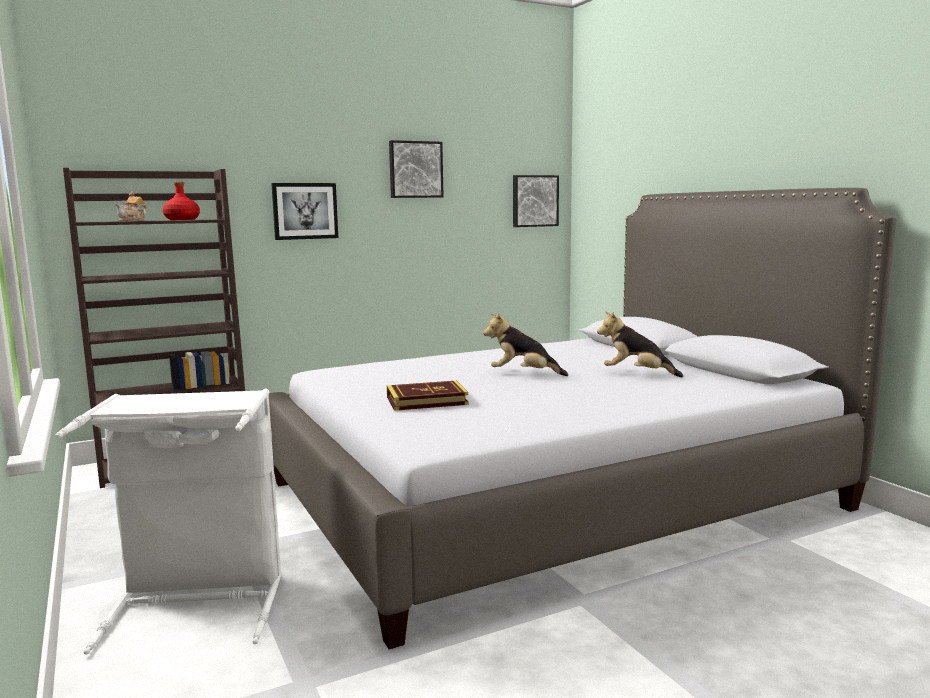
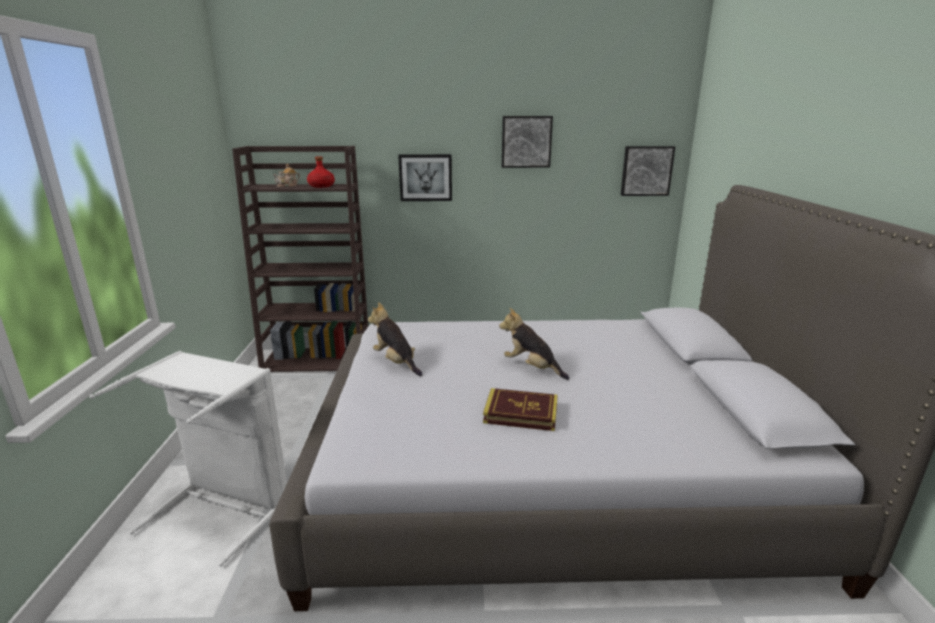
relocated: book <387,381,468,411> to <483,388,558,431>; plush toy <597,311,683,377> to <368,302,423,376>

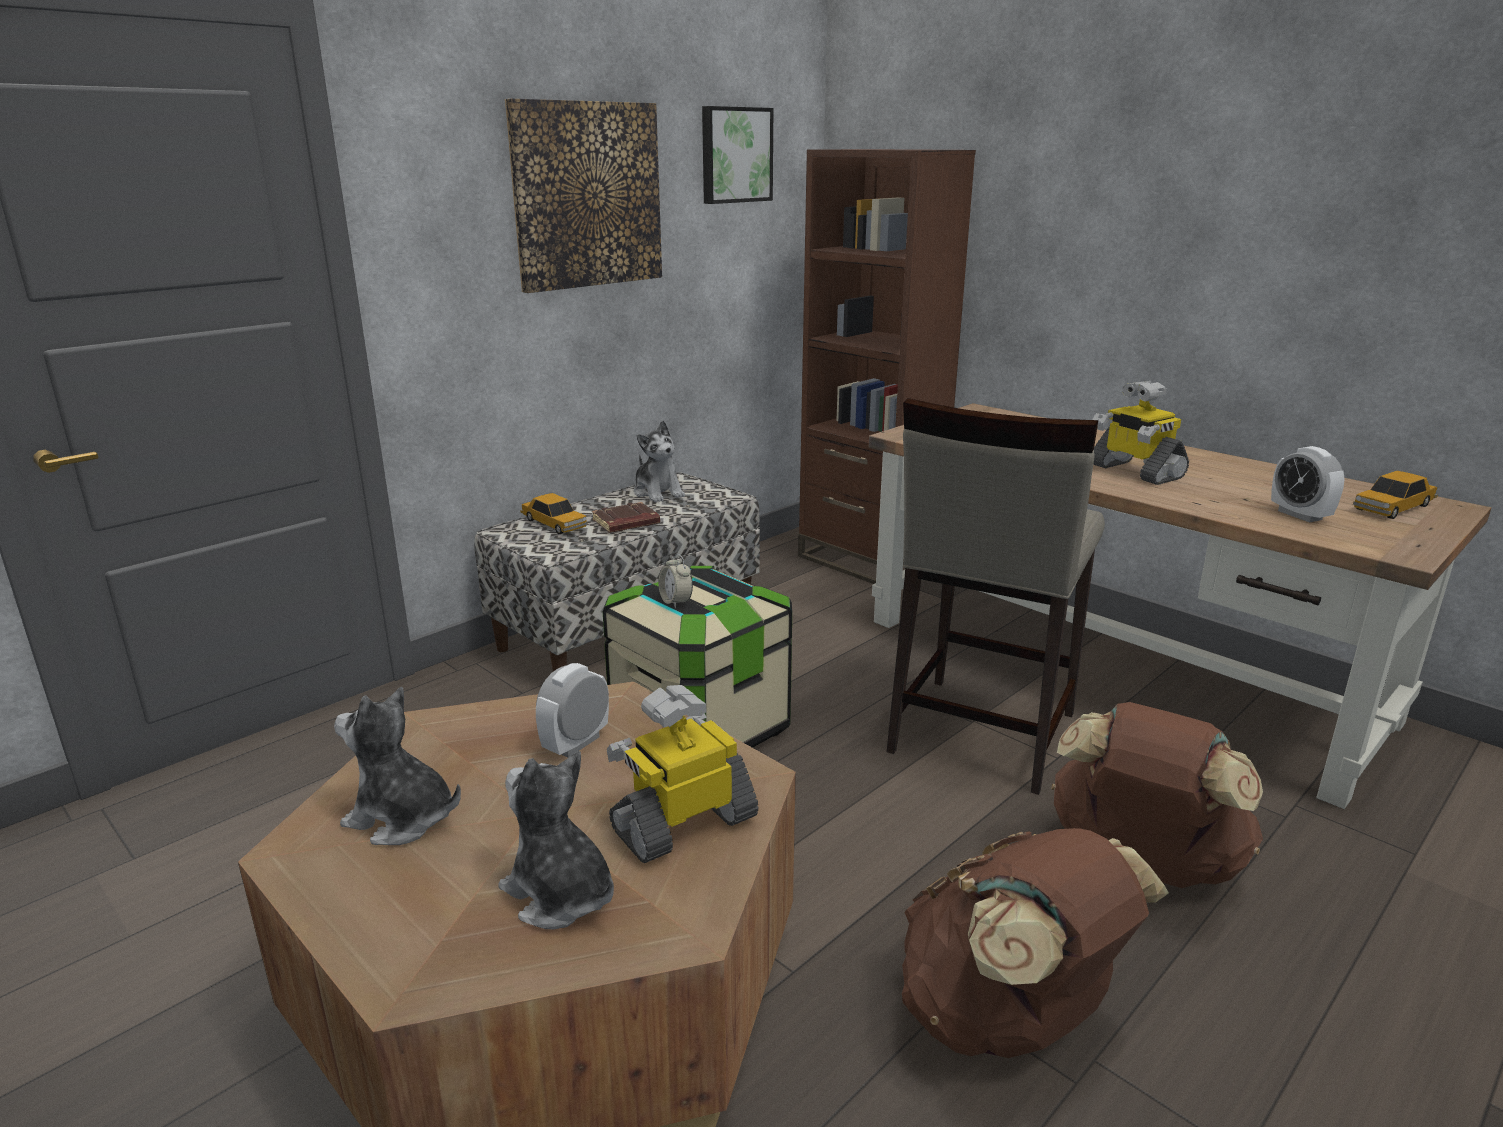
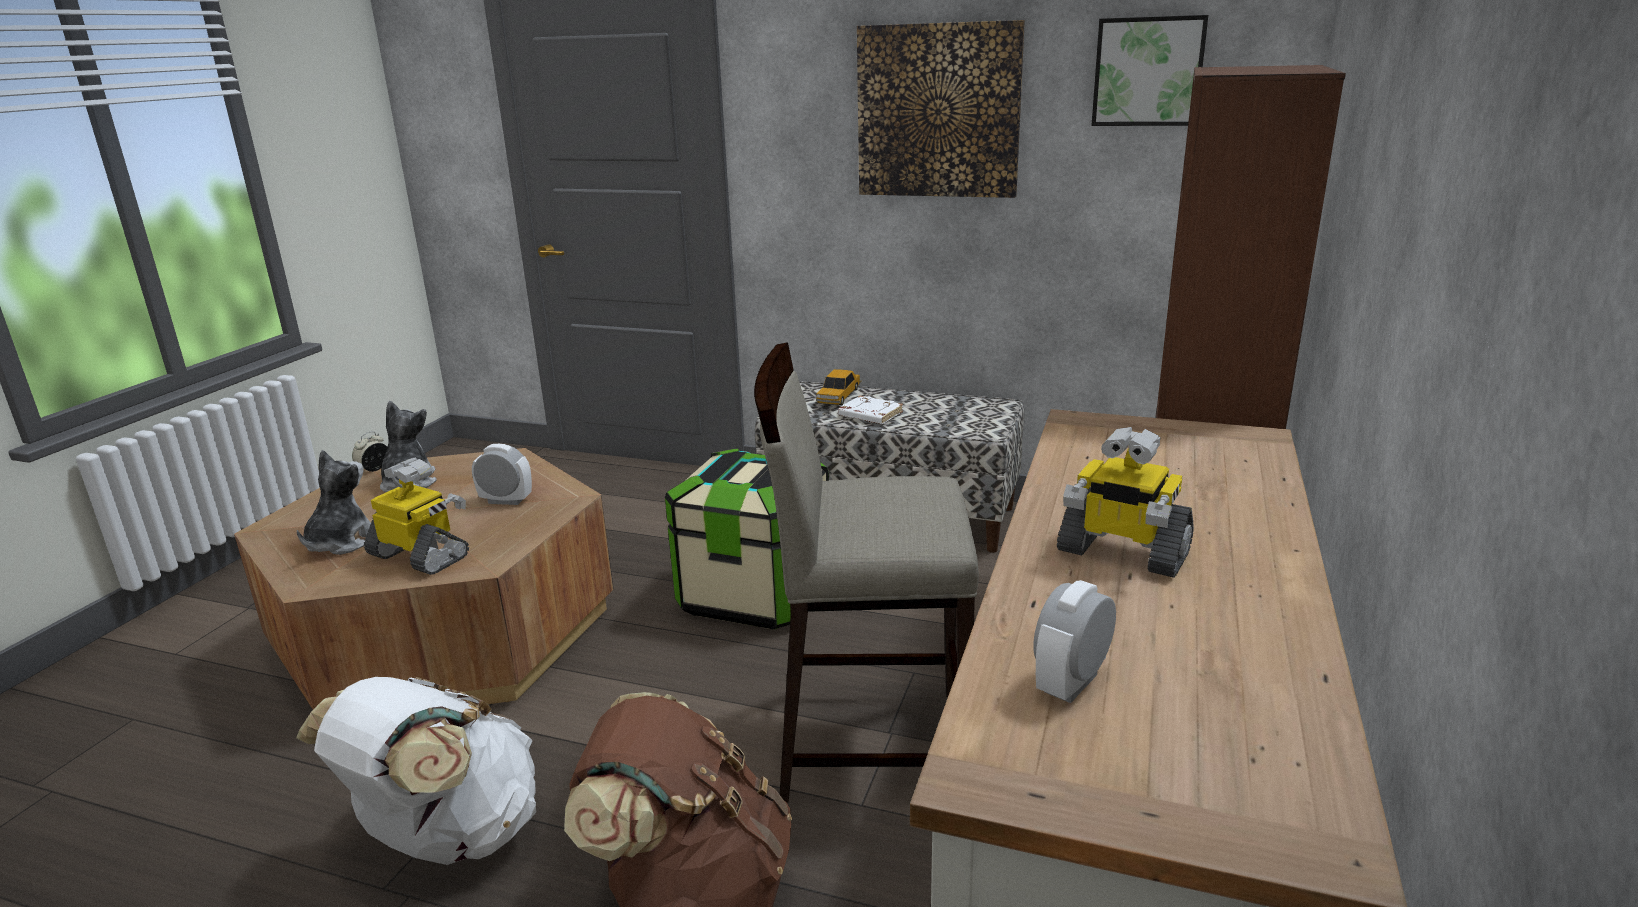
missing: plush toy <634,421,685,502>; toy car <1353,471,1438,519>
relocated: alarm clock <658,554,693,608> to <352,431,387,472>
colour: brown book <592,502,660,533> to white book <838,396,903,424>; brown backpack <902,828,1169,1058> to white backpack <296,677,536,865>
spun: toy robot <1092,381,1189,485> = <1057,427,1194,578> 90 degrees counterclockwise

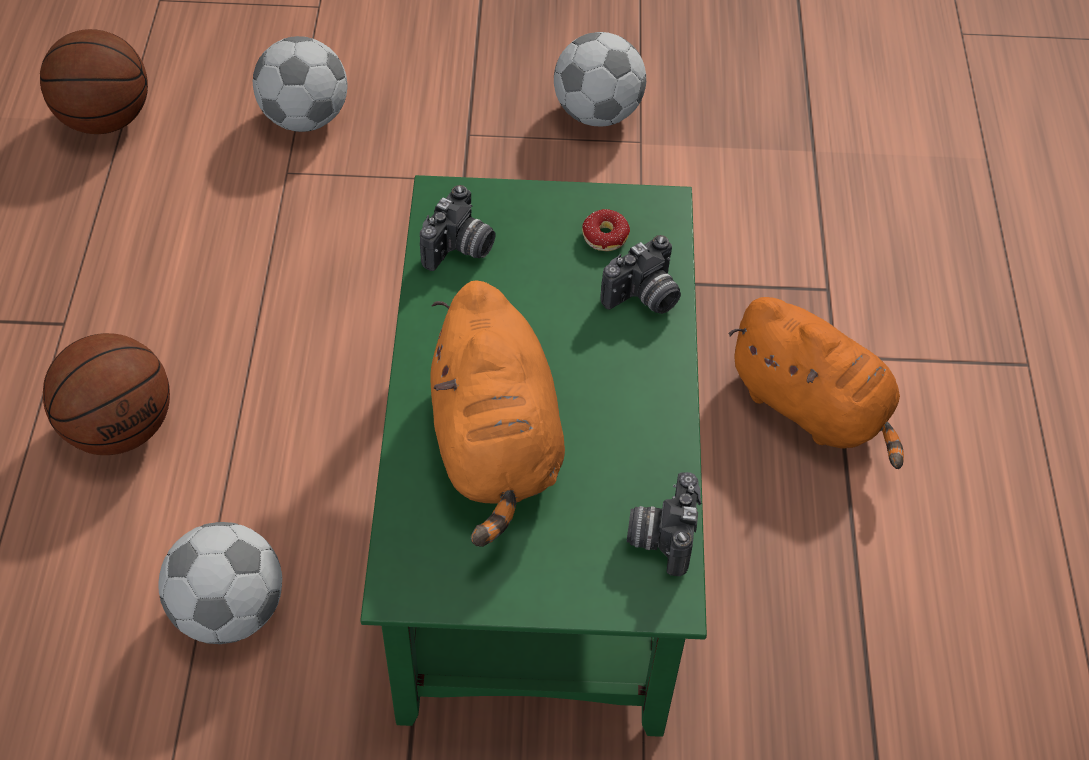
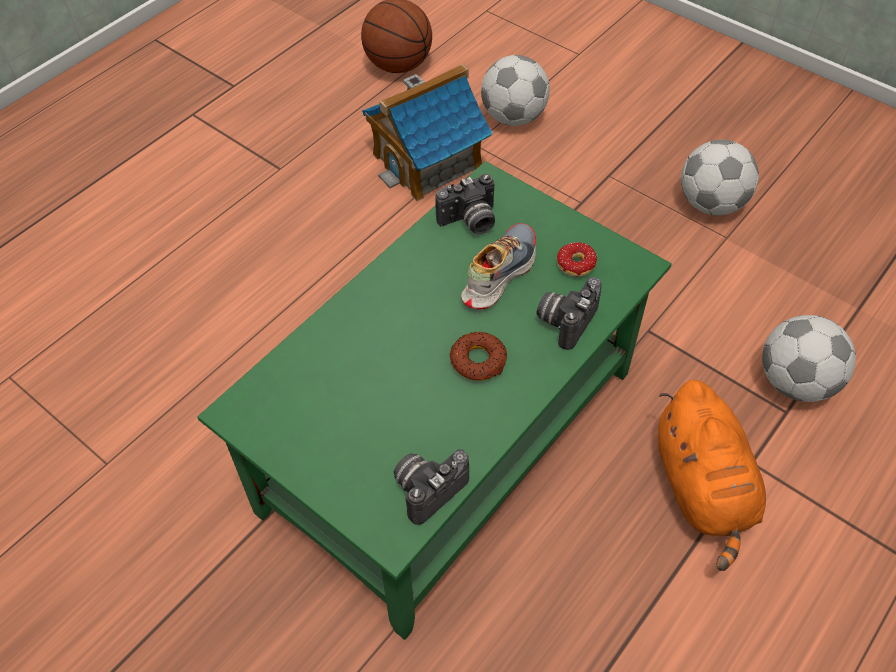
missing: basketball <43,333,170,455>; orange plush toy <430,281,565,547>
appeared: toy house <362,64,493,201>; donut <450,332,507,381>; shoe <461,223,536,310>
relocated: football <158,522,282,644> to <762,315,856,402>
spun: photo camera <600,235,681,314> = <536,277,602,350> 120 degrees clockwise

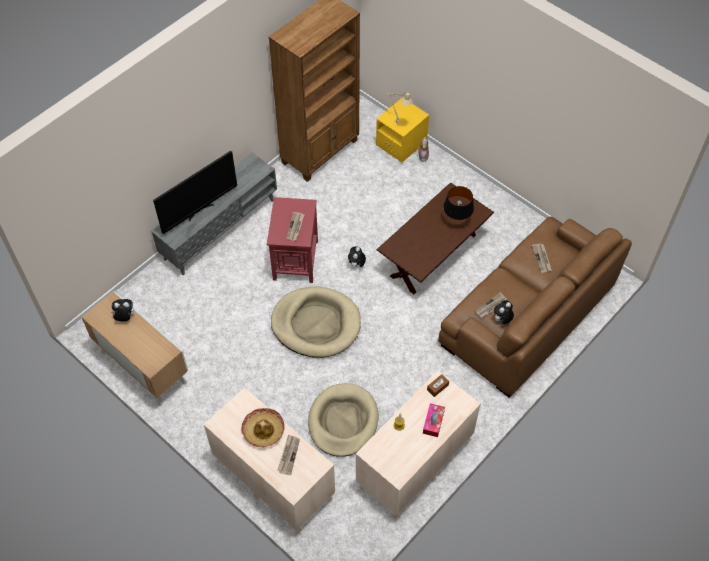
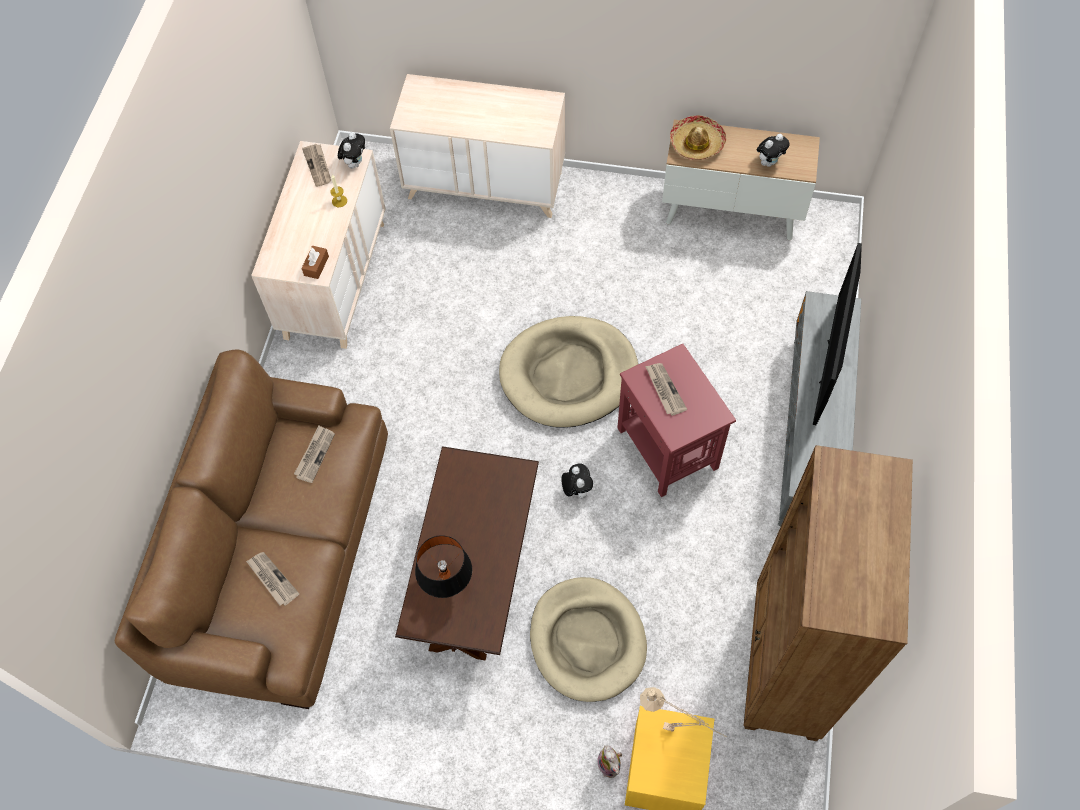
missing: tissue box <423,403,445,437>
relocated: hat <241,408,285,447> to <670,115,726,160>; newspaper <277,435,300,475> to <302,144,331,187>; beige dog bed <308,383,378,457> to <530,577,647,702>; plush toy <494,300,514,324> to <338,132,365,169>

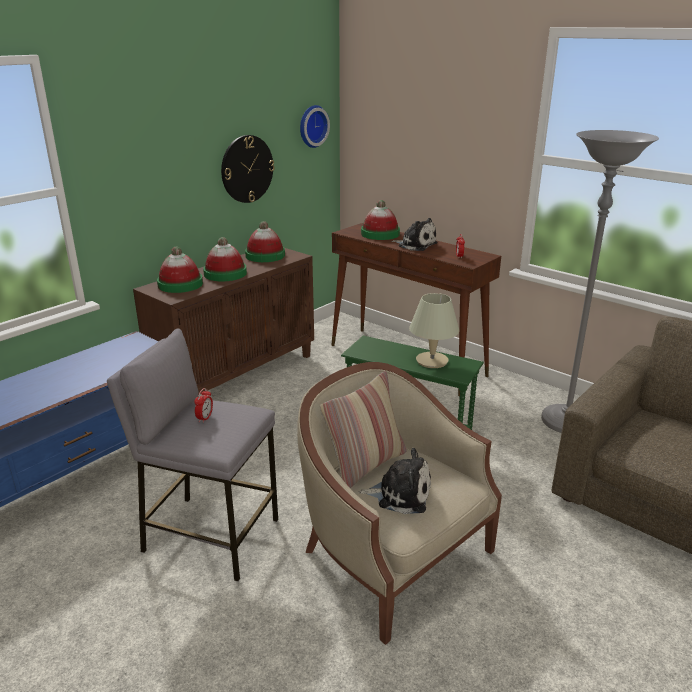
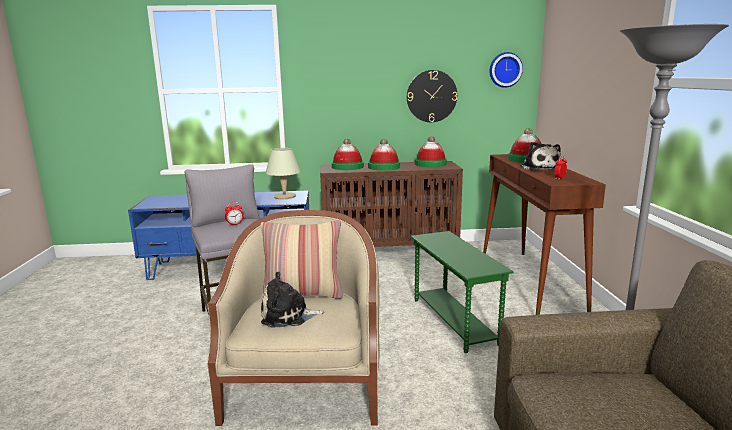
relocated: beige table lamp <409,293,459,368> to <266,148,301,199>
spun: plush toy <359,448,431,514> = <261,271,326,328> 120 degrees clockwise

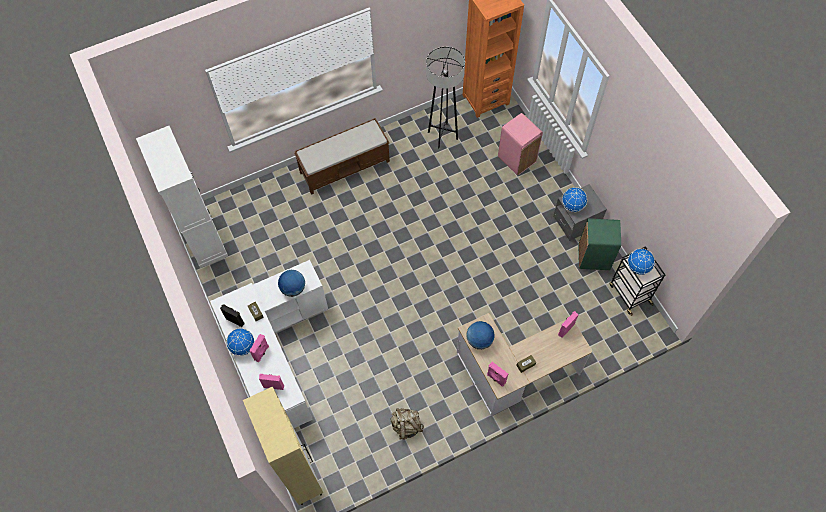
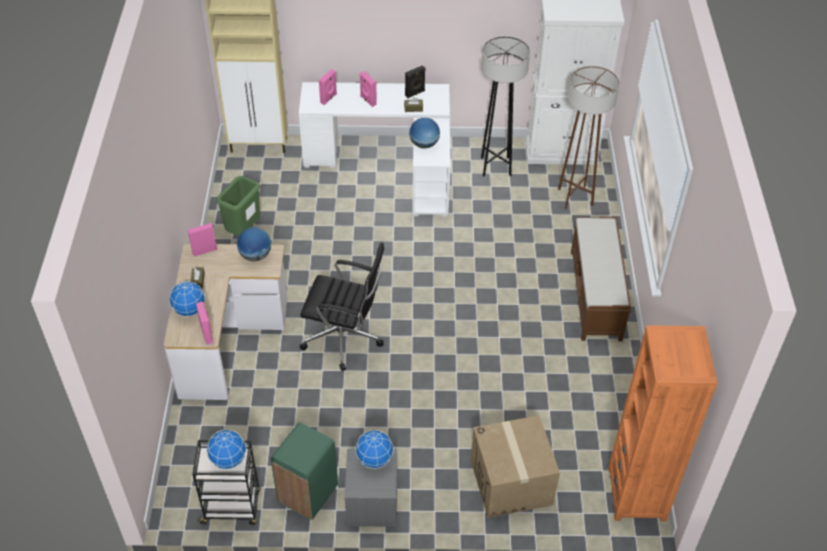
appeared: black office chair <300,242,384,371>; brown floor lamp <558,66,620,209>
relocated: globe <226,328,255,356> to <169,281,205,317>; grey floor lamp <426,47,465,148> to <481,37,530,177>
exchanged: beige backpack <391,408,424,440> to green trash can <216,176,260,236>; pink trash can <498,113,543,175> to cardboard box <471,415,560,518>

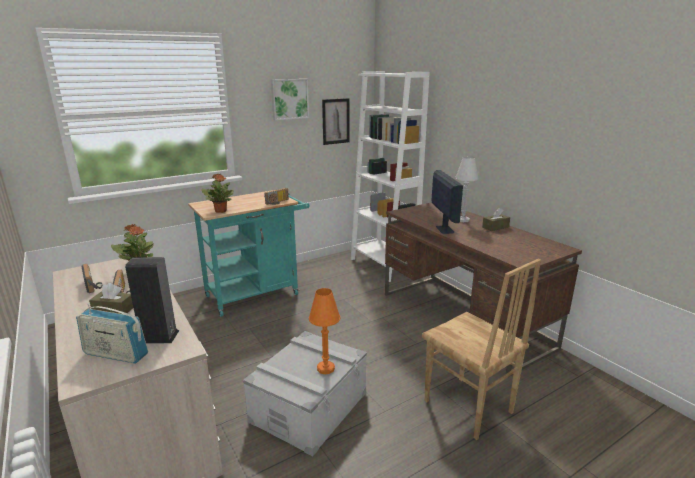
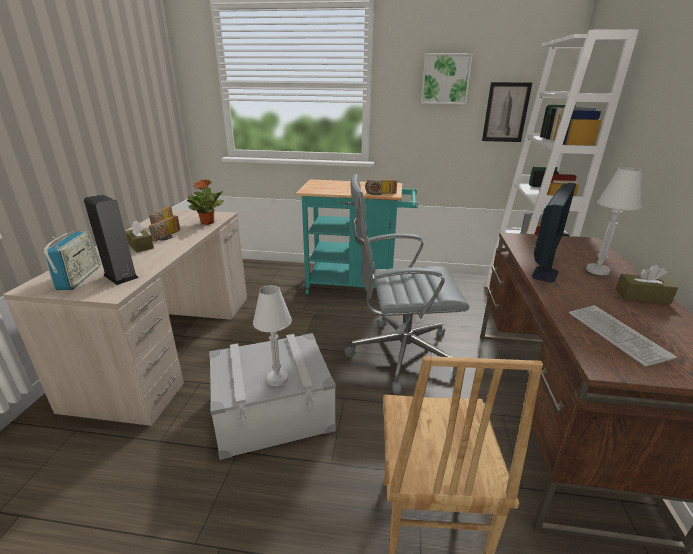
missing: potted plant <201,173,234,213>
appeared: grey office chair <344,174,469,394>; keyboard <569,305,676,367>
colour: orange table lamp <309,288,340,374> to white table lamp <253,285,292,386>
spun: radio <76,303,148,364> = <44,231,100,290> 150 degrees counterclockwise

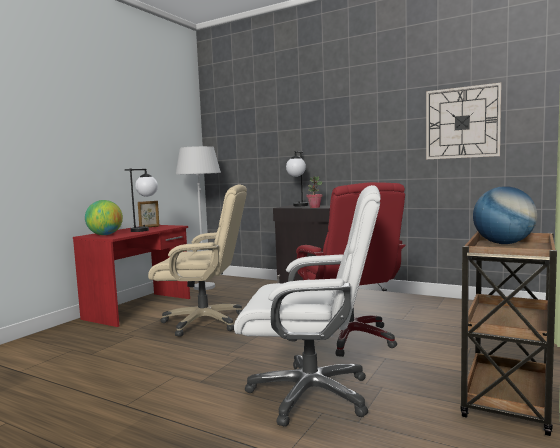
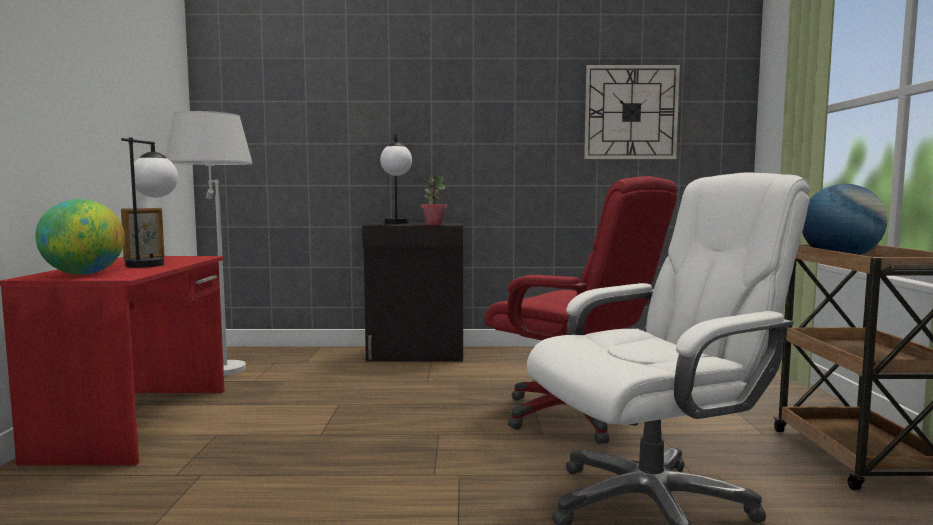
missing: beige office chair <148,185,247,337>

